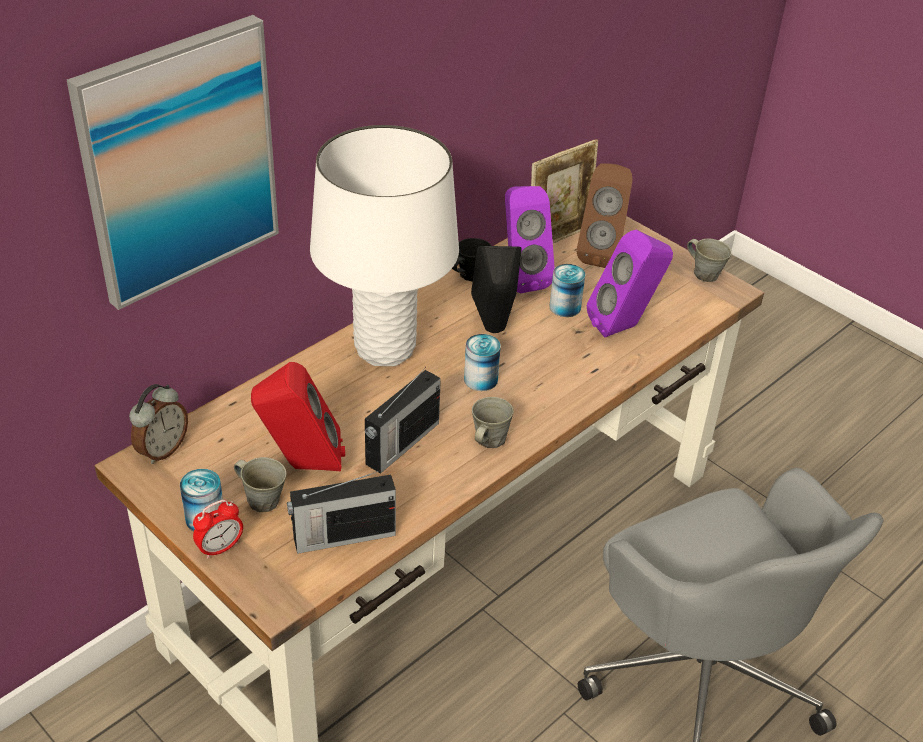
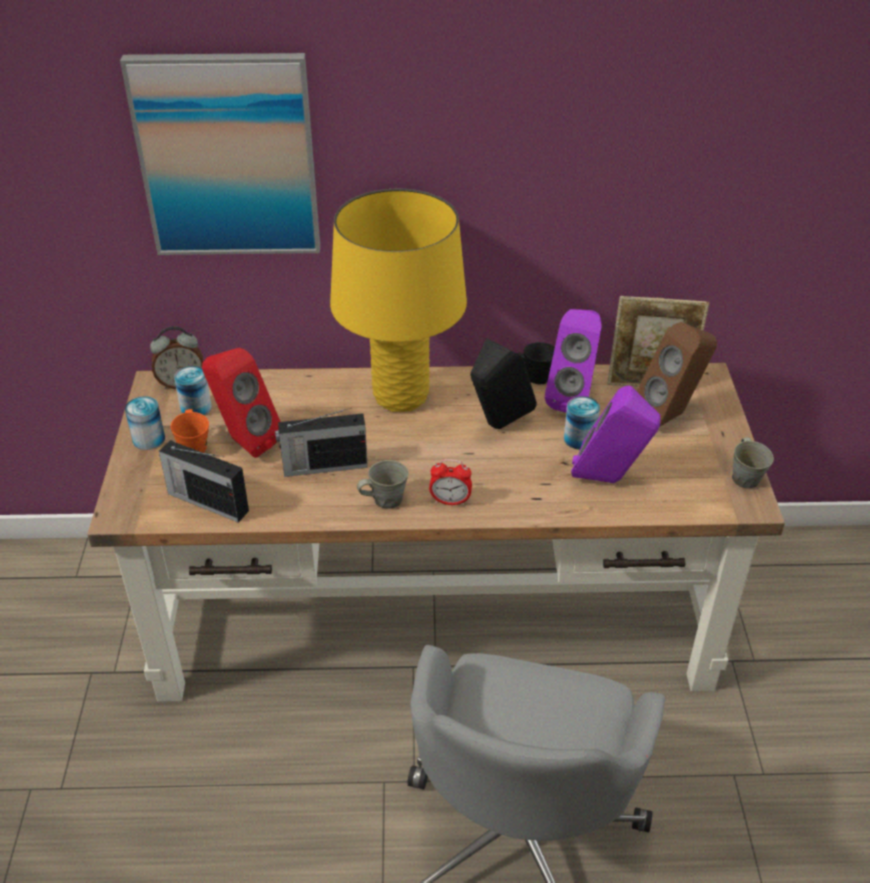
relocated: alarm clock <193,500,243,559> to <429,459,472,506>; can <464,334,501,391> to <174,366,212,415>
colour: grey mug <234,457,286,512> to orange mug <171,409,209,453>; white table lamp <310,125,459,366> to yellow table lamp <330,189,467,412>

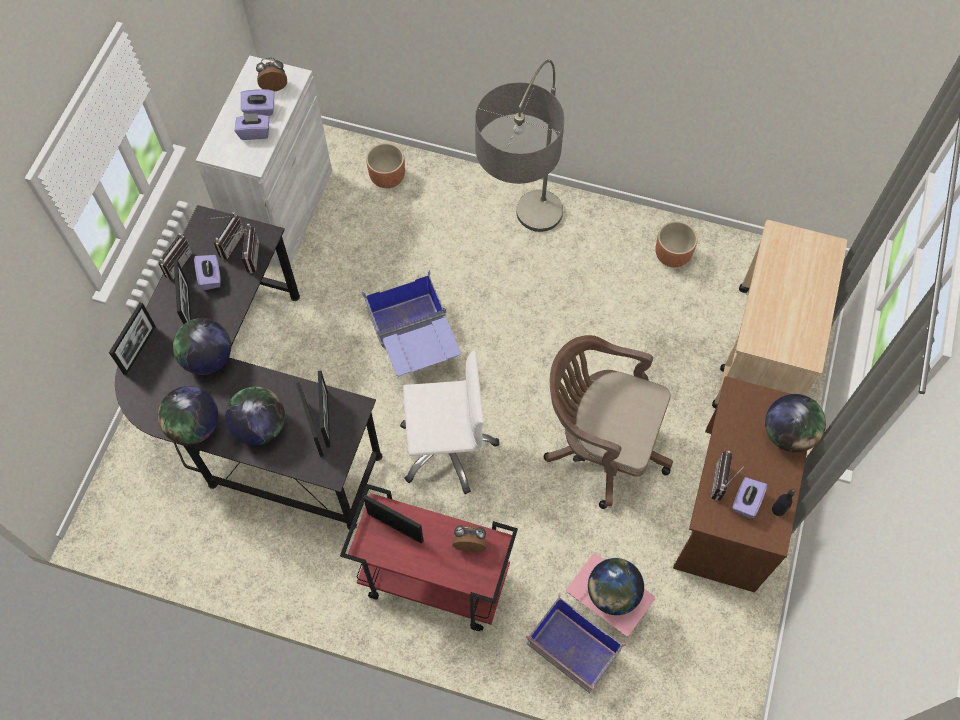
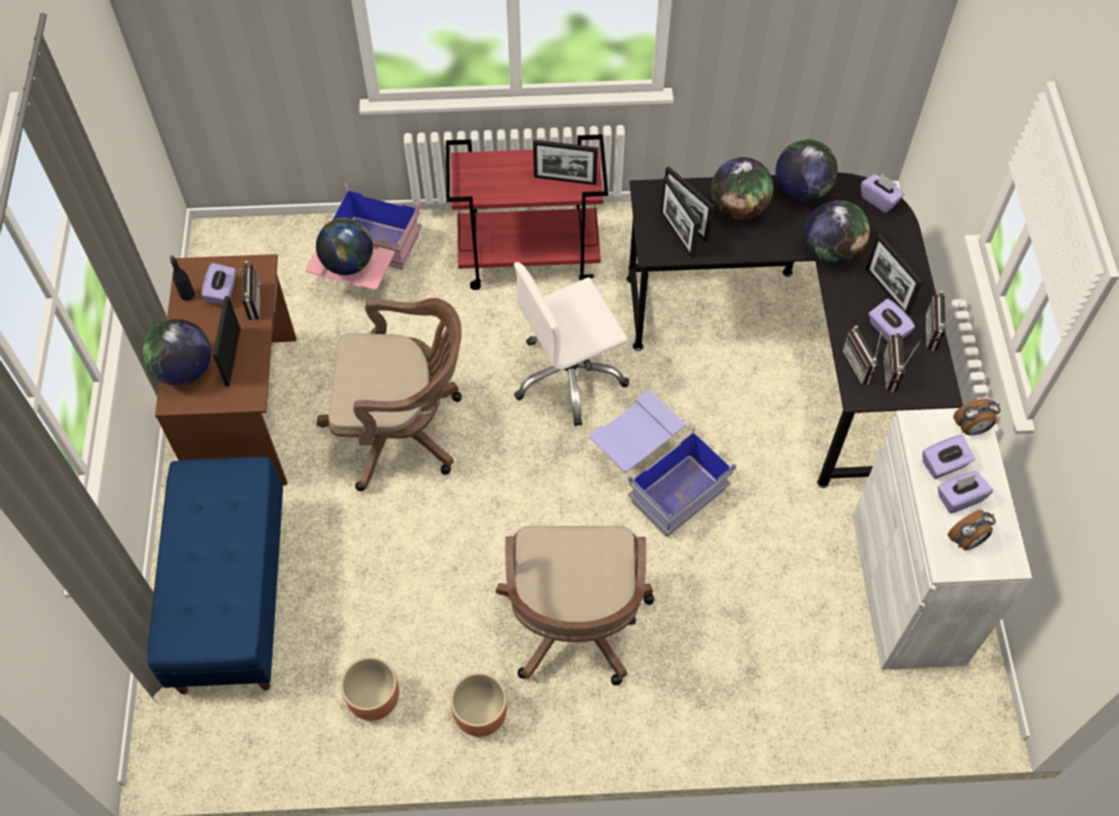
appeared: purple tissue box <861,174,904,213>
relocated: picture frame <109,302,156,375> to <213,296,241,387>; brown planter <366,143,405,188> to <450,672,507,737>; alarm clock <452,526,487,552> to <953,398,1000,435>
exchanged: floor lamp <475,60,565,232> to brown office chair <496,526,654,685>; beige cart <712,220,847,408> to blue bench <147,457,283,694>

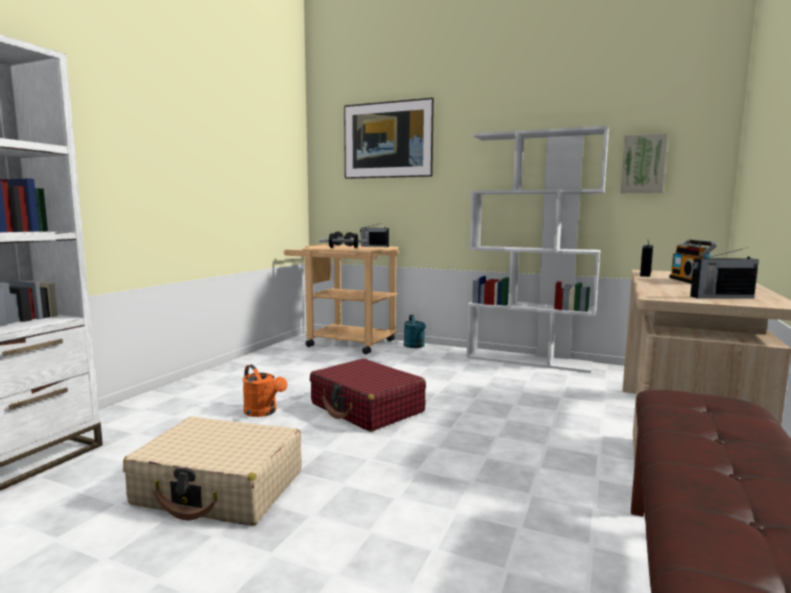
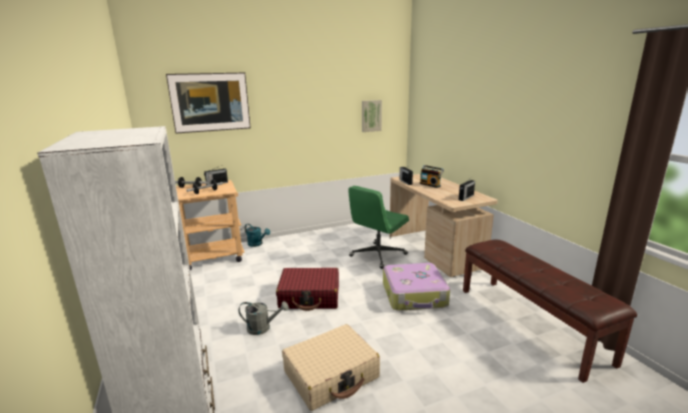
missing: white bookcase <466,126,609,373>
appeared: green office chair <348,186,409,269>; suitcase <383,263,450,311>
colour: orange watering can <242,365,287,417> to grey watering can <239,301,289,335>

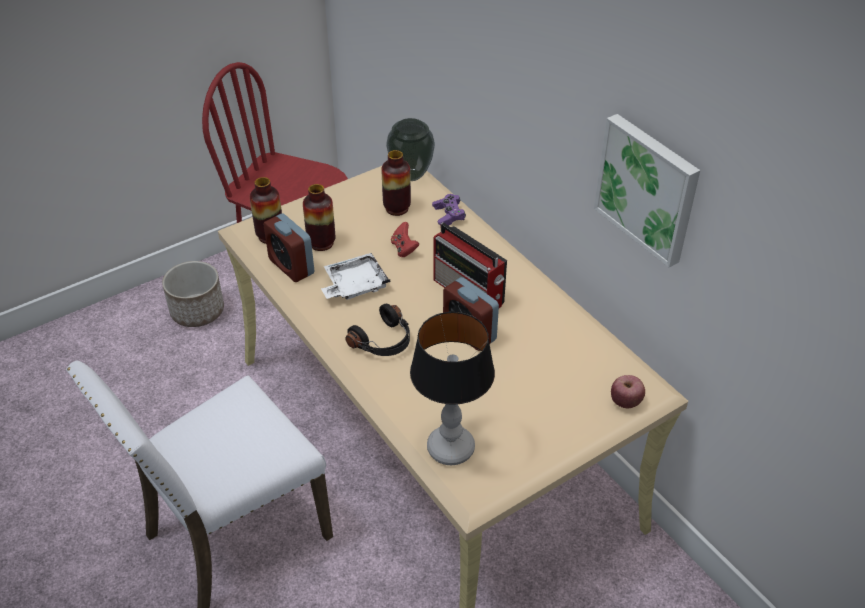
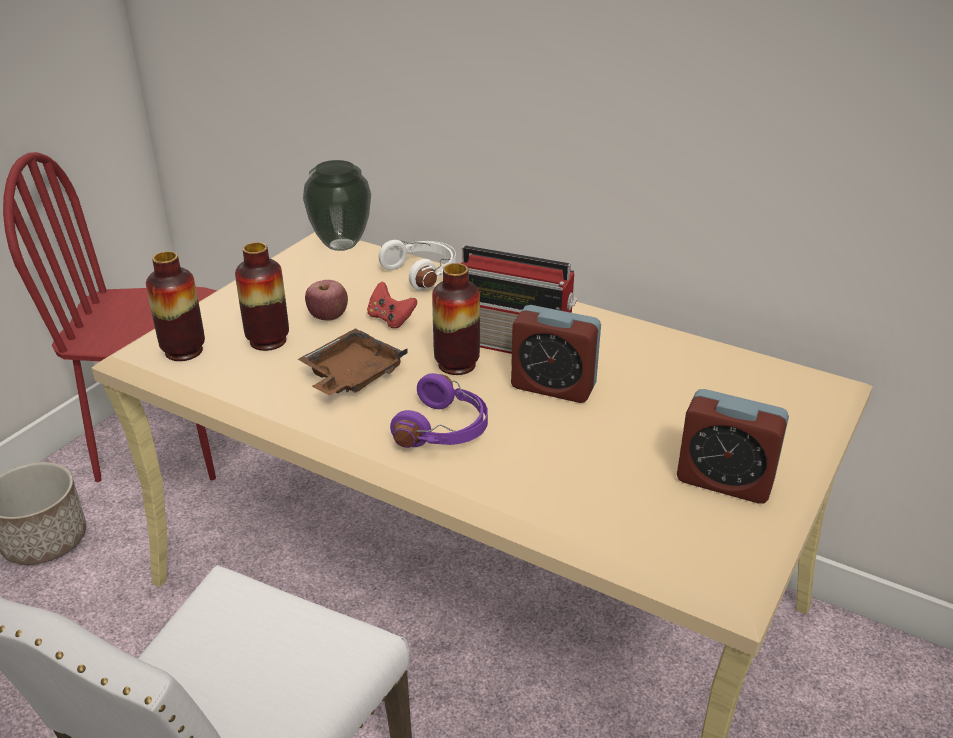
missing: table lamp <410,312,495,465>; picture <594,114,700,267>
relocated: alarm clock <263,213,314,282> to <677,389,789,504>; vase <382,150,411,216> to <432,263,480,375>; apple <611,375,645,409> to <305,280,348,321>
exchanged: purple game controller <432,194,466,226> to white headphones <379,240,456,291>
colour: white tray <321,253,391,300> to brown tray <298,328,408,395>; black headphones <345,304,410,356> to purple headphones <390,373,488,448>

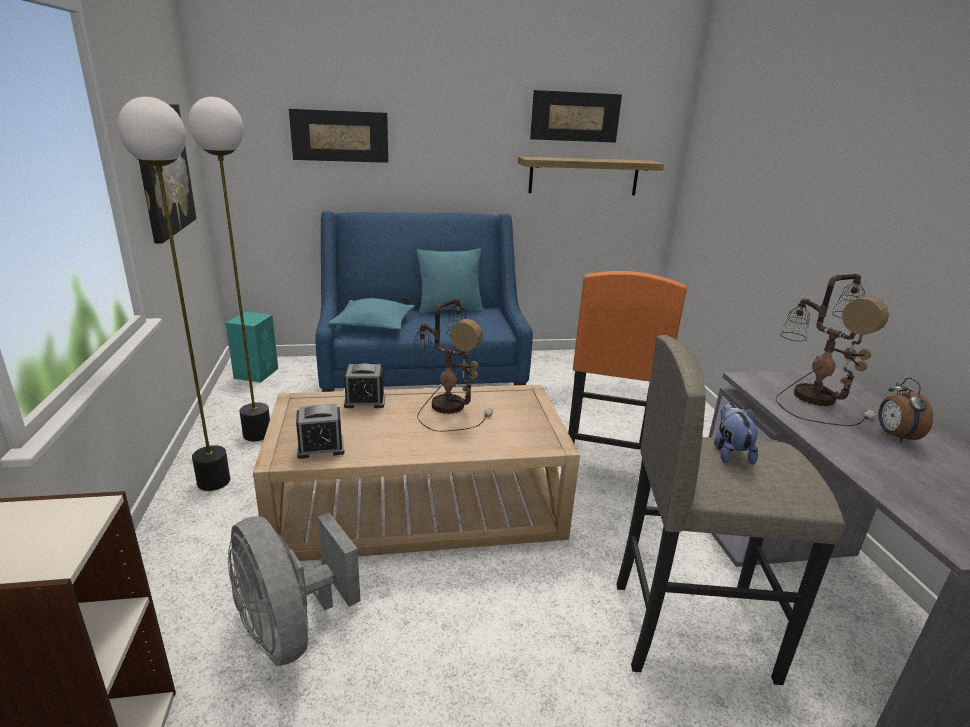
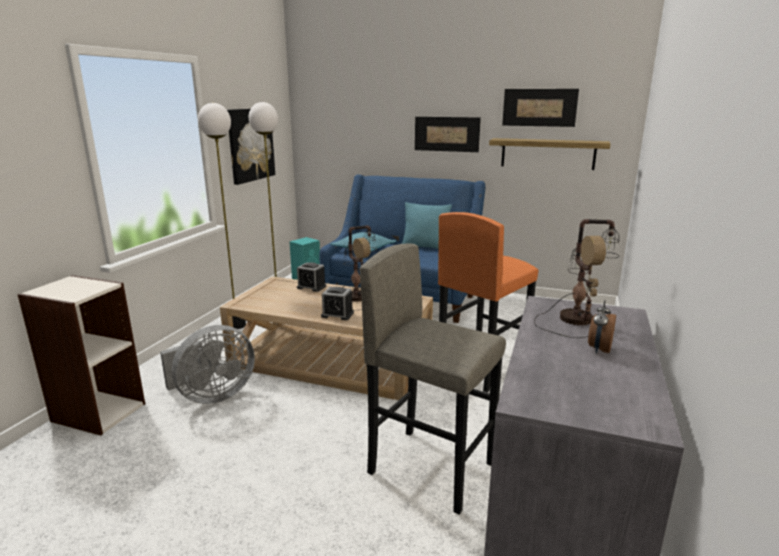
missing: plush toy <714,403,758,465>
relocated: picture <289,109,388,163> to <415,117,481,152>; alarm clock <296,404,345,459> to <321,287,354,320>
spun: grey fan <228,513,361,666> = <160,325,255,404> 120 degrees counterclockwise

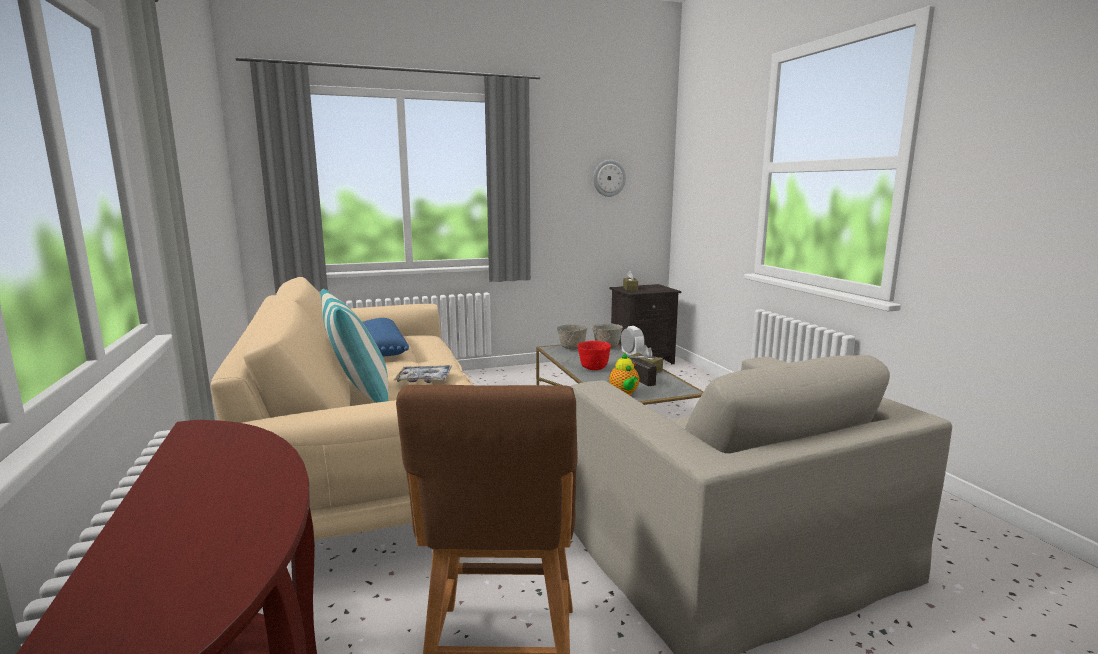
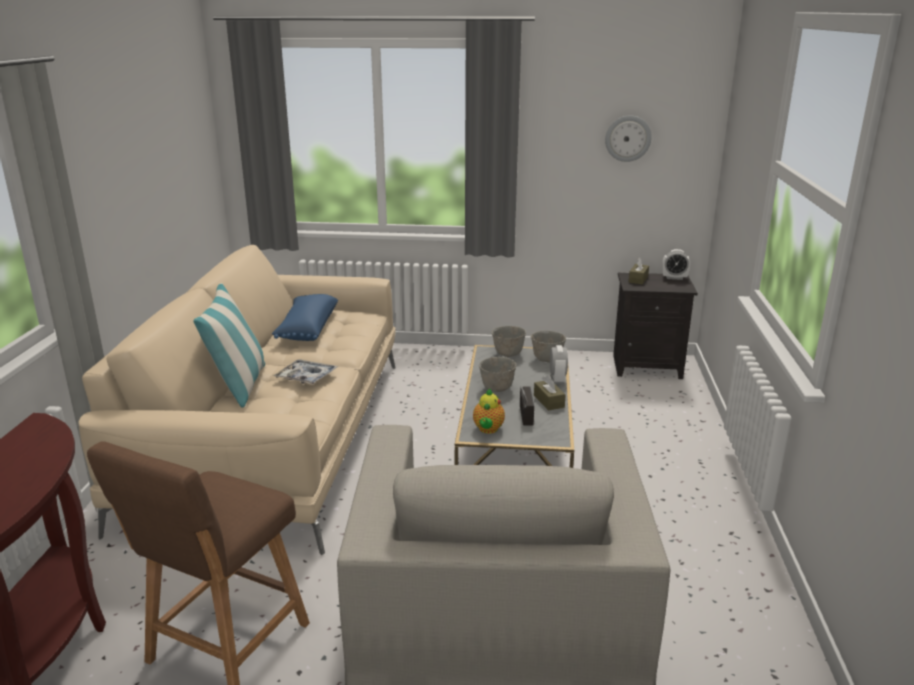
appeared: alarm clock <662,249,690,280>
colour: red bowl <577,341,611,370> to grey bowl <479,357,516,392>

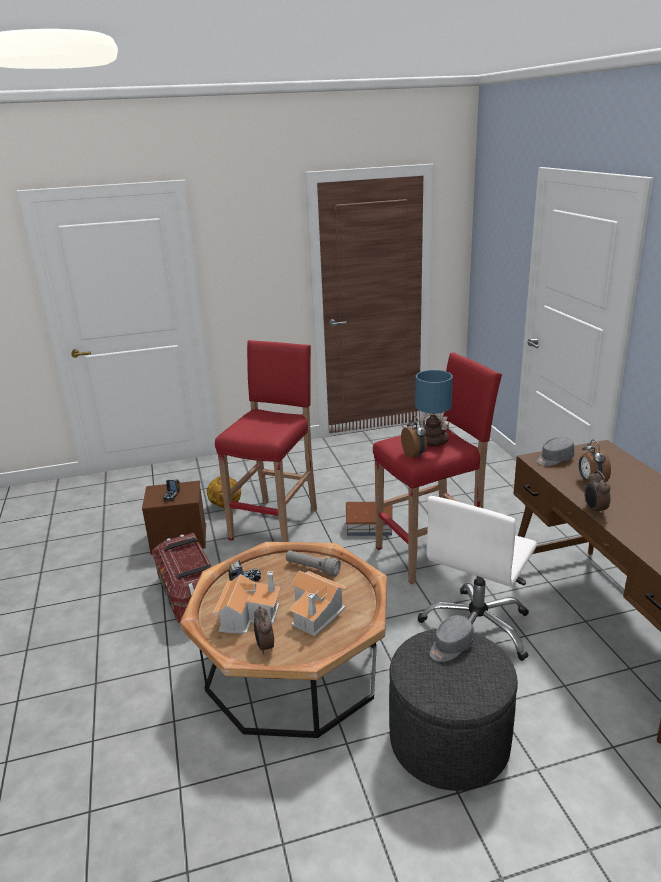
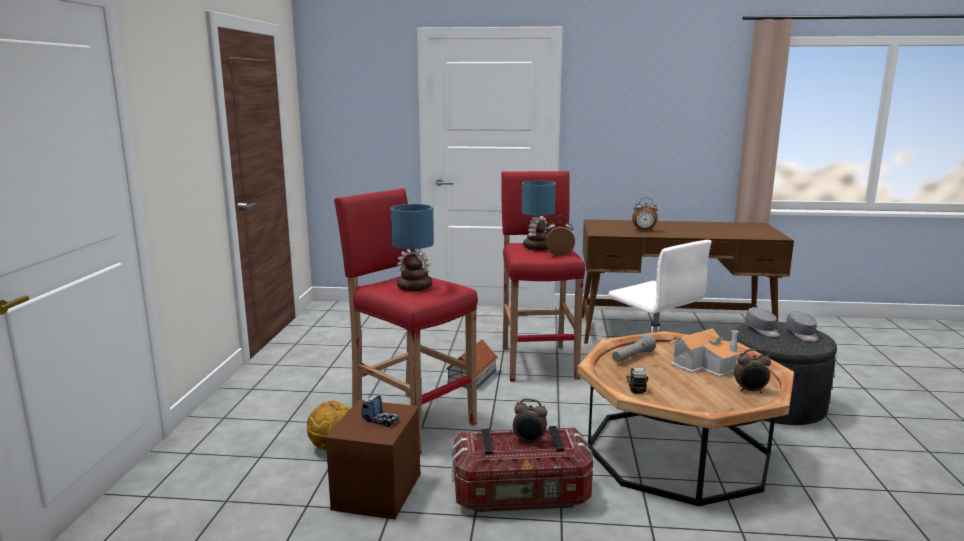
missing: toy house <213,571,281,634>
appeared: table lamp <391,204,434,291>
relocated: grey cap <536,437,574,466> to <785,311,818,342>; alarm clock <584,470,610,515> to <513,398,547,445>

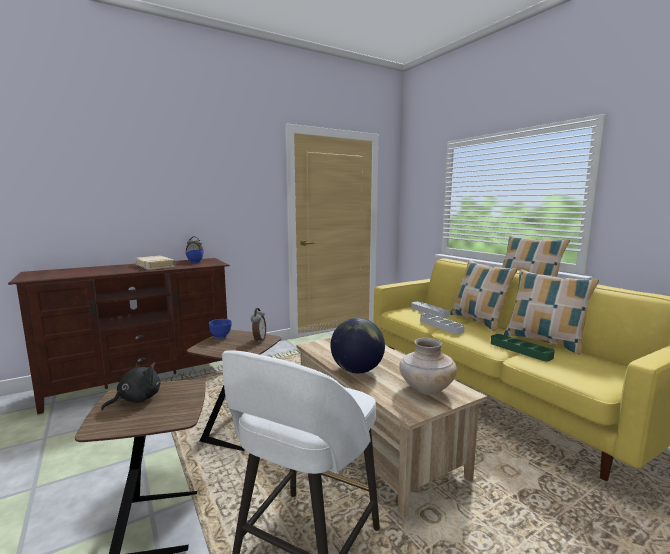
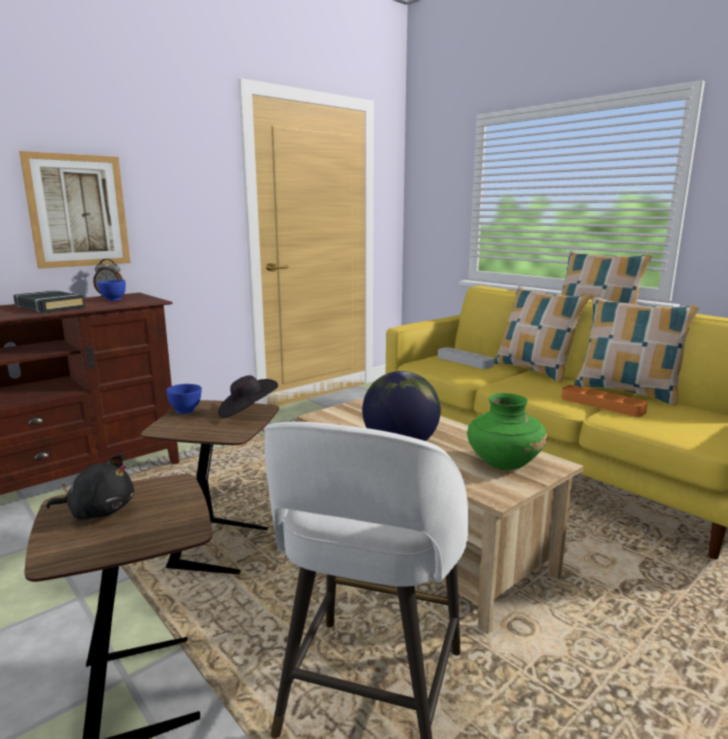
missing: grey tray <420,314,465,334>
appeared: picture <19,151,130,269>
exchanged: alarm clock <251,308,266,343> to black hat <218,375,278,418>
colour: beige book <135,256,175,270> to black book <13,290,85,313>; beige vase <399,338,457,395> to green vase <467,393,547,470>; green tray <491,334,555,361> to orange tray <561,385,648,417>
spun: black plush toy <101,360,160,410> = <46,454,134,520> 60 degrees clockwise

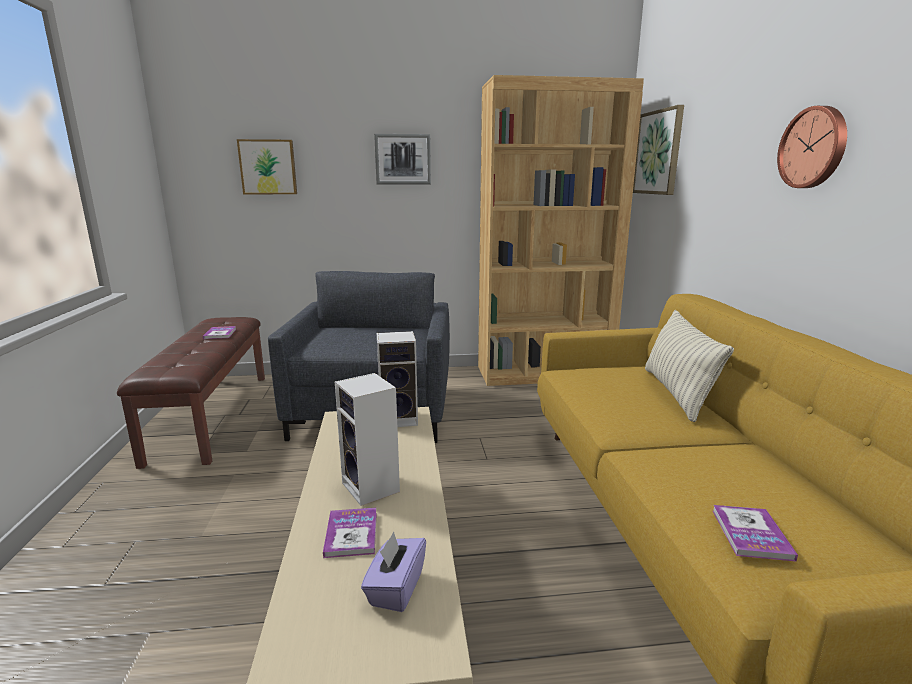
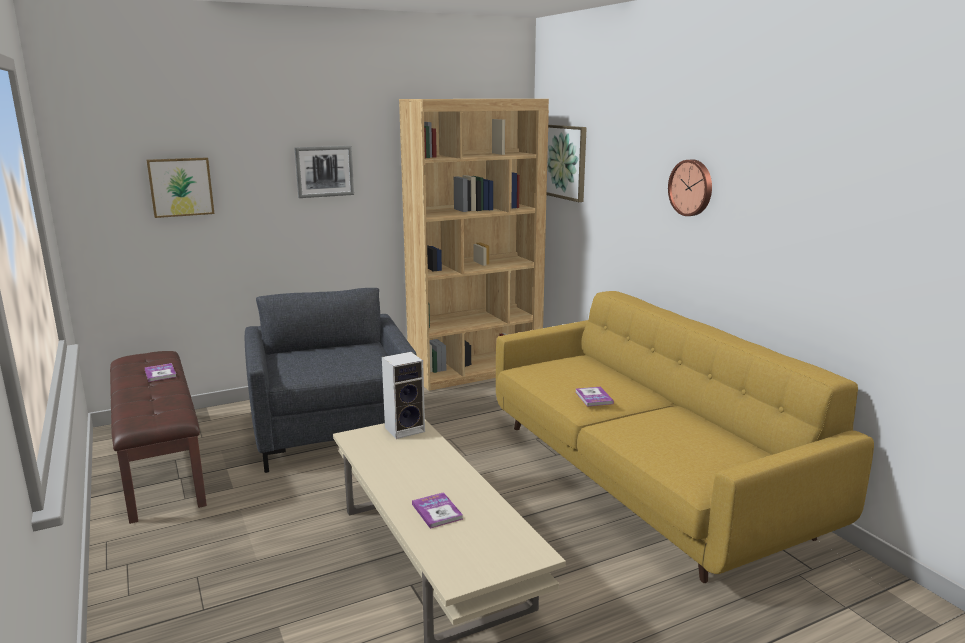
missing: speaker <335,373,400,506>; purple tissue box <361,532,426,612>; pillow <645,310,734,422>
relocated: book <713,505,798,562> to <575,387,614,407>

